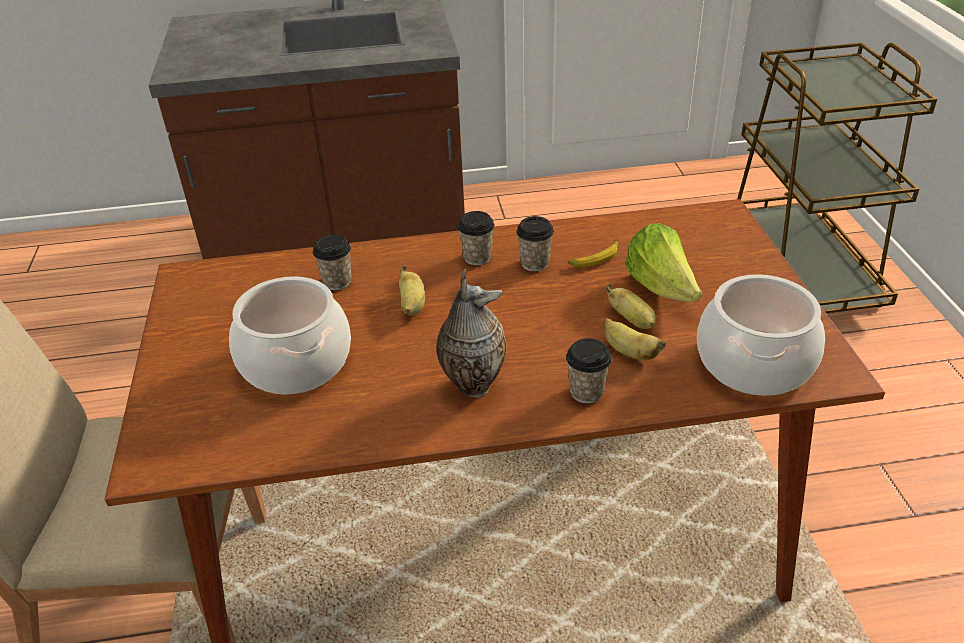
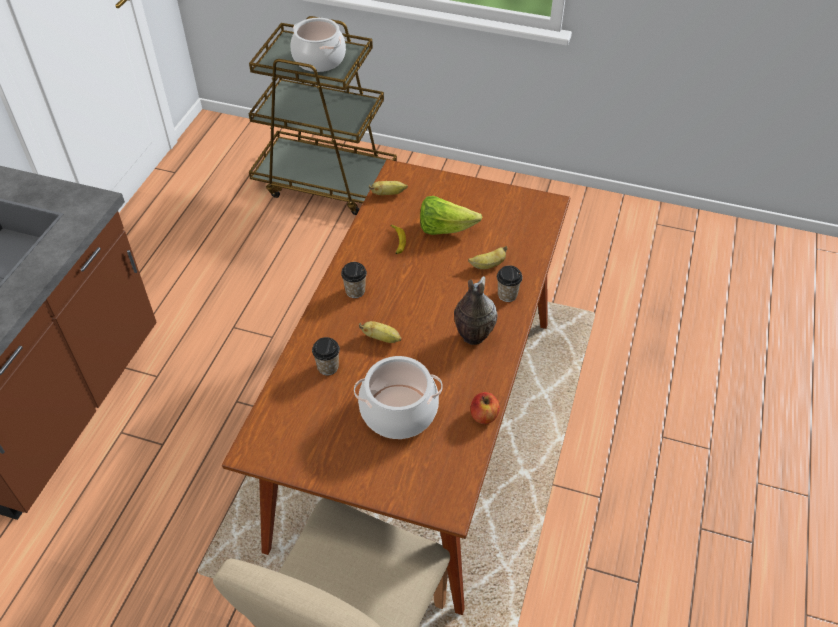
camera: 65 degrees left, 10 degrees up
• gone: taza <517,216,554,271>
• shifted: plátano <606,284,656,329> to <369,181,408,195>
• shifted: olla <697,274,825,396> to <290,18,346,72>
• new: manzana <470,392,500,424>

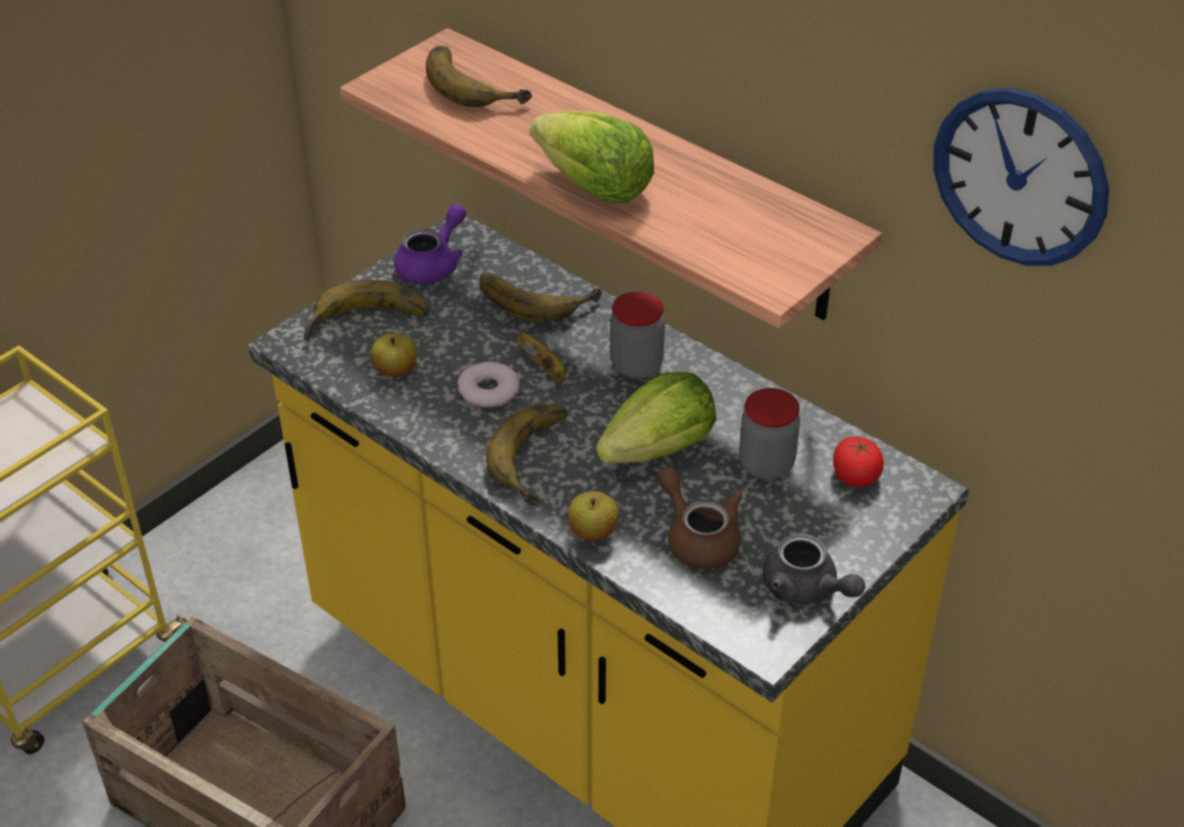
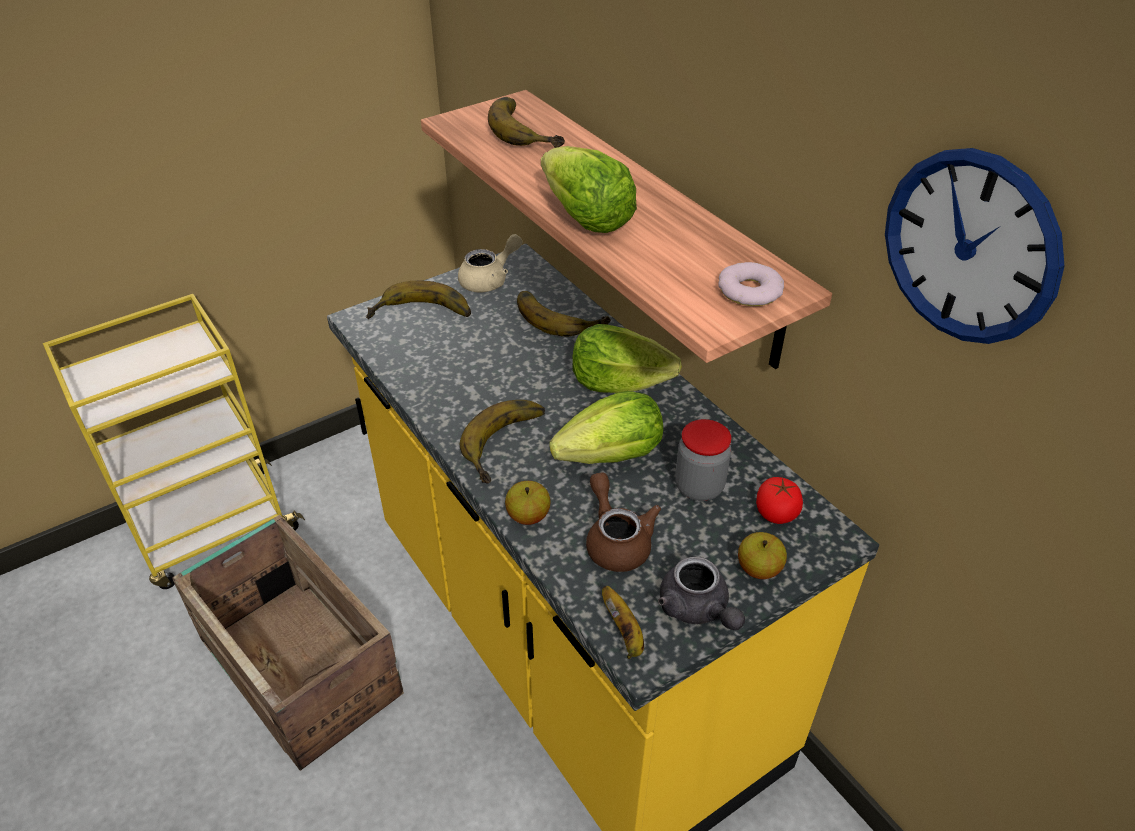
camera: 15 degrees right, 0 degrees up
• shifted: manzana <371,333,417,377> to <738,532,787,579>
• repainted: tetera (morado) <394,204,466,284> to tetera (beis) <458,234,522,293>
• shifted: rosquilla <458,362,520,408> to <718,262,784,306>
• shifted: plátano <517,332,566,381> to <602,586,644,659>
• swapped: tarro <610,292,665,379> to lechuga <572,324,682,393>

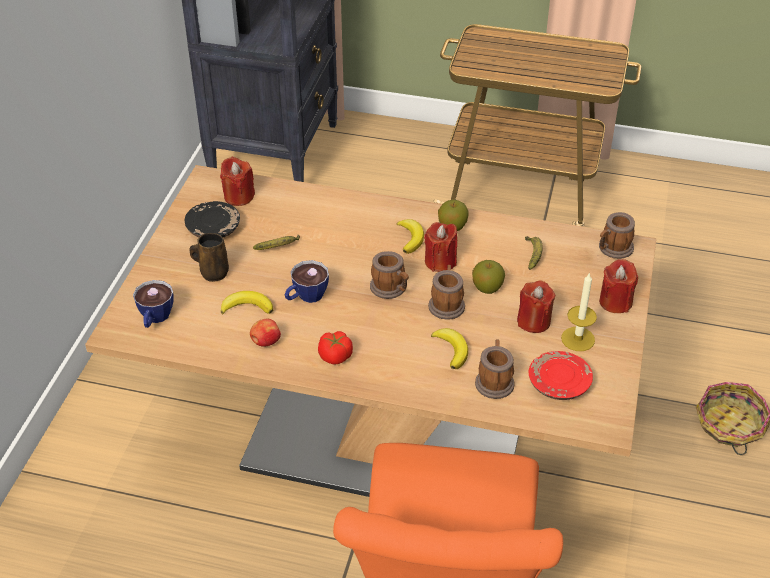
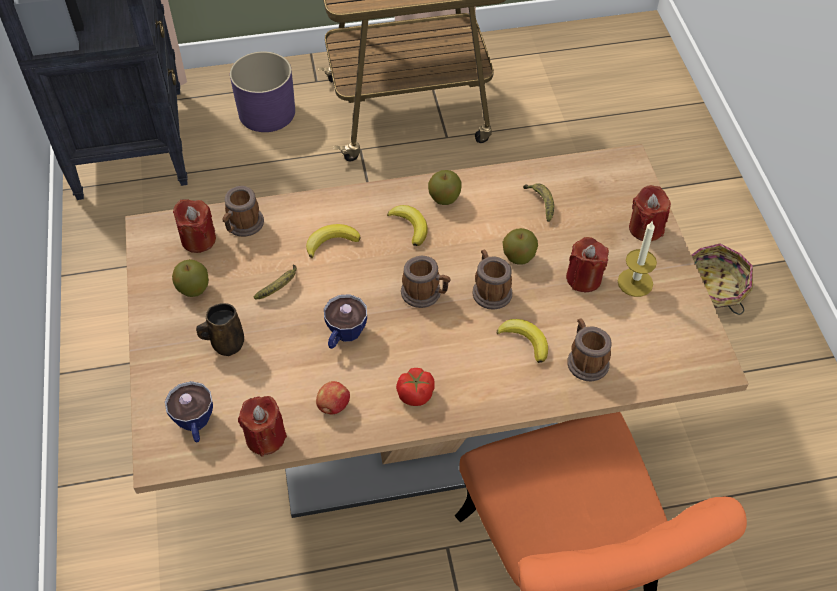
camera: 25 degrees left, 10 degrees up
• swapped: plato (negro) <185,201,240,238> to manzana <172,259,209,297>
• shifted: plátano <221,291,273,314> to <306,224,360,258>
• shifted: vela (rojo) <424,222,457,272> to <238,396,287,457>
• gone: plato (rojo) <529,351,593,400>
• shifted: taza grande <599,212,635,259> to <222,186,264,237>
• new: maceta (morado) <230,51,295,132>

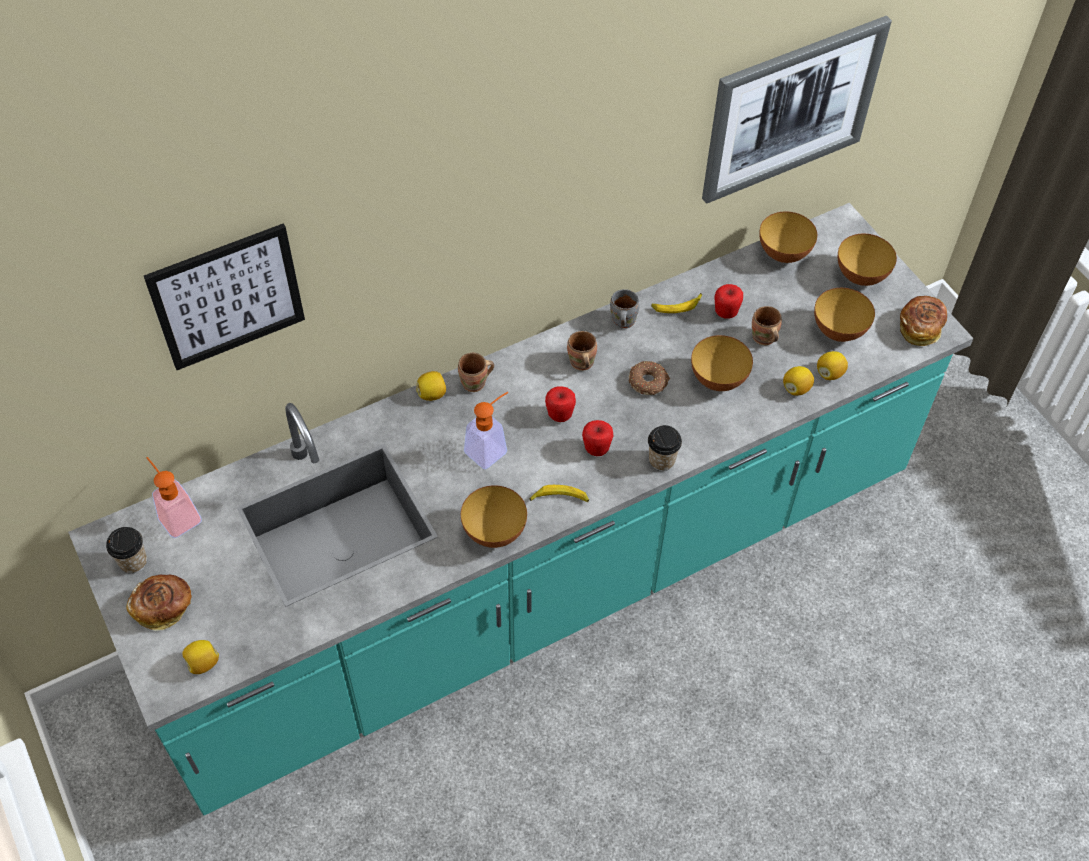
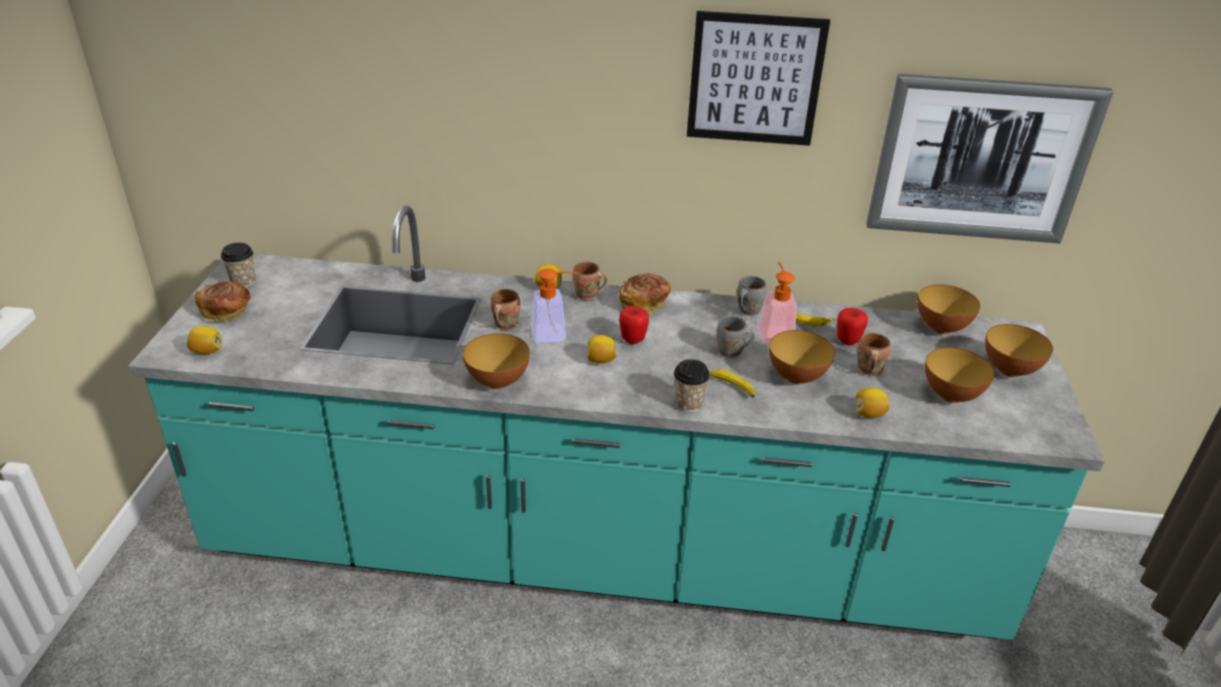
camera: 35 degrees right, 20 degrees down
• shifted: cuadro <144,223,305,370> to <687,11,830,146>
• shifted: dispensador de jabón <147,457,202,538> to <758,261,797,345>
• shifted: plátano <529,485,589,502> to <709,369,755,398>
• shifted: taza grande (marrón) <567,331,597,371> to <490,289,521,330>
• gone: manzana <582,420,613,456>
• swapped: rosquilla <629,361,670,395> to taza grande (gris) <717,316,754,358>
• shifted: limón <817,351,848,380> to <587,335,617,363>
• shifted: pan <900,296,947,346> to <619,274,671,314>

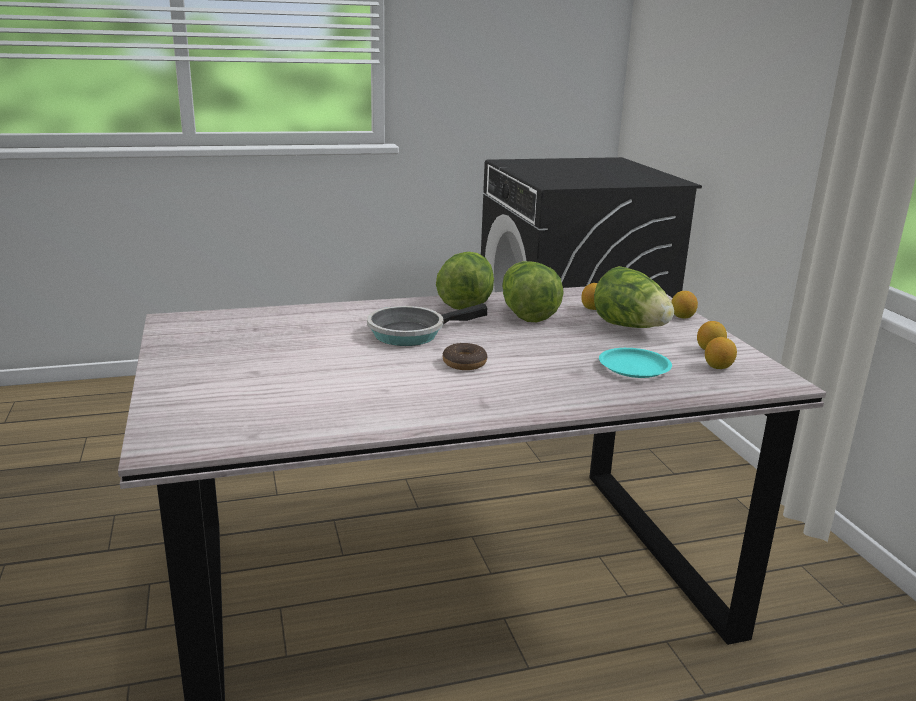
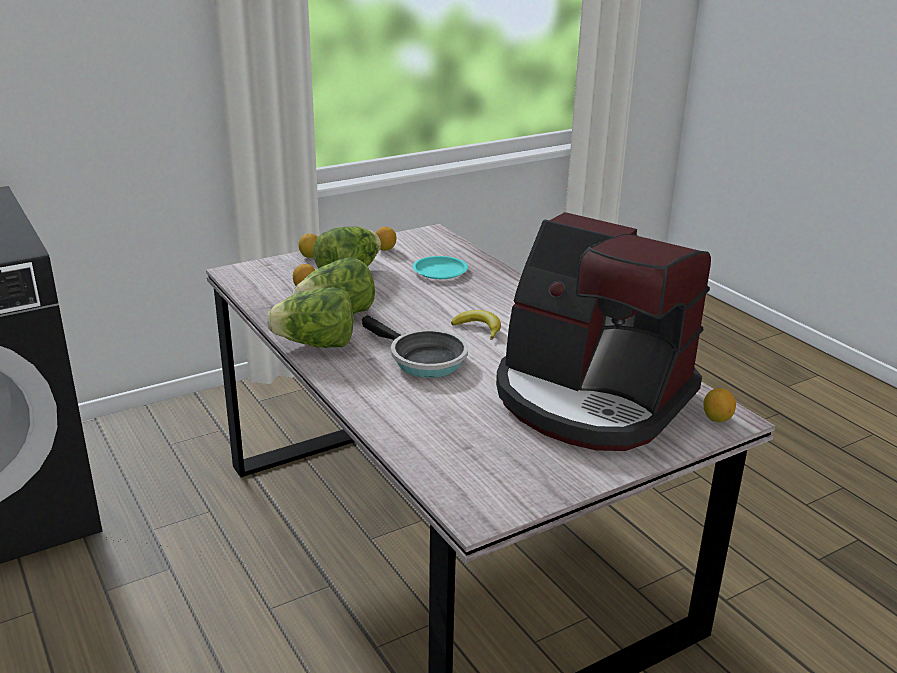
camera: 105 degrees left, 5 degrees up
• swapped: rosquilla <442,343,487,370> to plátano <451,310,501,340>
• shifted: limón <705,337,737,369> to <703,388,736,422>
• new: cafetera <496,212,711,451>

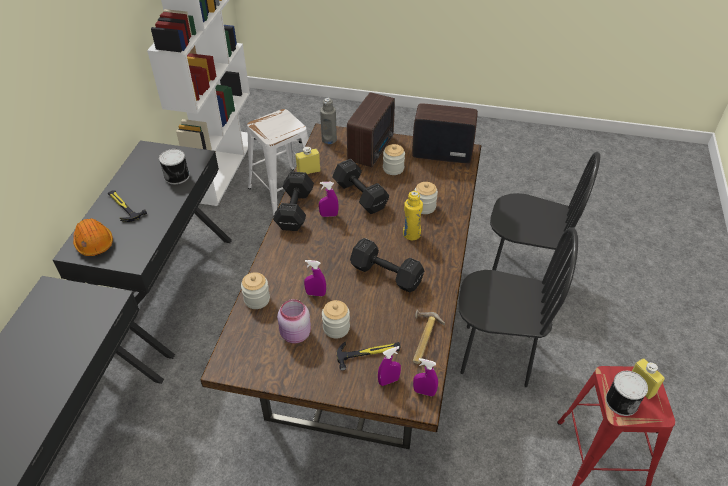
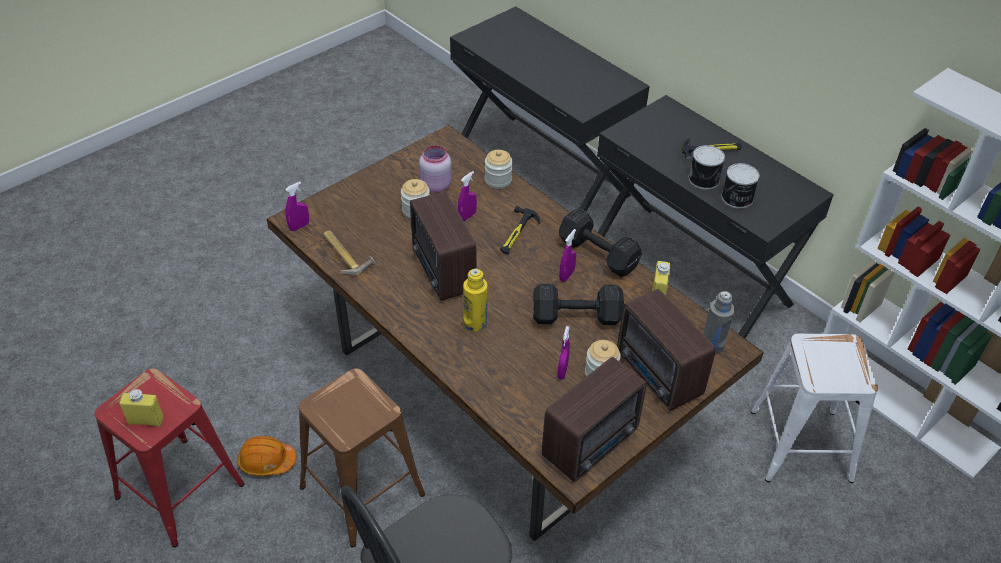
camera: 125 degrees right, 0 degrees up
• shifted: casco (naranja) <73,218,113,256> to <237,436,297,476>
• shifted: martillo <337,341,401,371> to <500,206,540,254>
• swapped: mancuerna (negro) <350,238,424,293> to radio <410,191,477,301>
• shifted: pulverizador (morado) <378,346,401,386> to <557,326,570,380>
• gone: tarro <414,182,438,214>
• swapped: silla (negro) <458,227,578,387> to taburete (marrón) <299,368,425,548>
• shifted: lata <606,371,648,416> to <688,145,725,190>

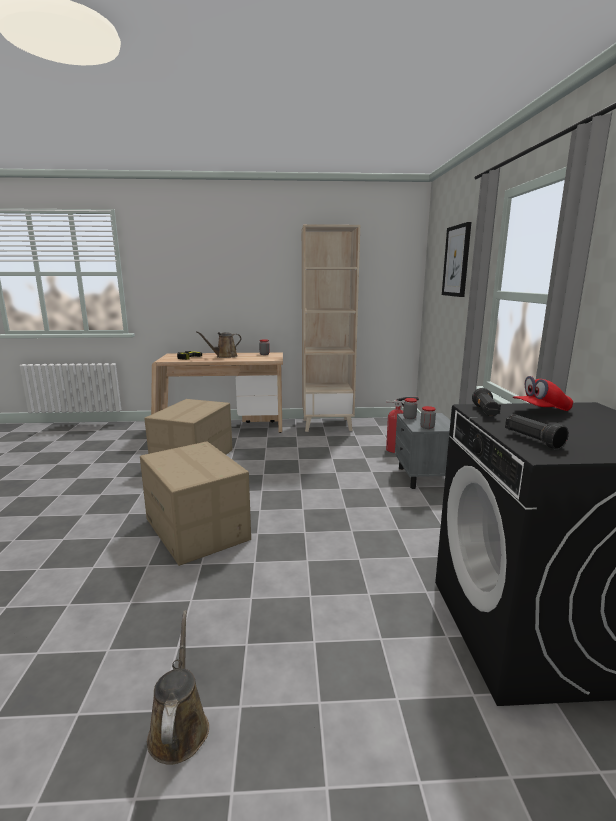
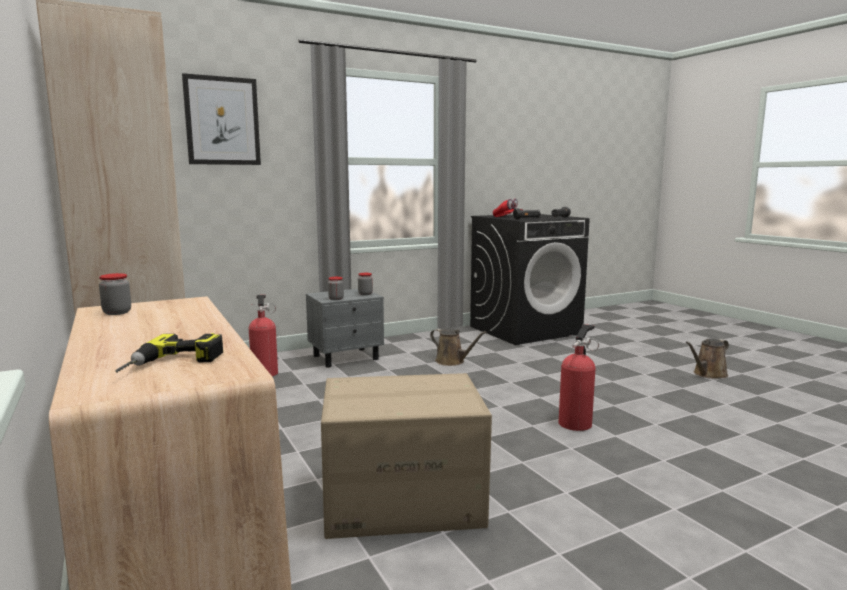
camera: 115 degrees left, 5 degrees down
• swapped: caja de cartón <140,441,251,566> to extintor <559,324,599,431>
• shifted: regadera (marrón) <196,331,242,358> to <430,328,487,366>

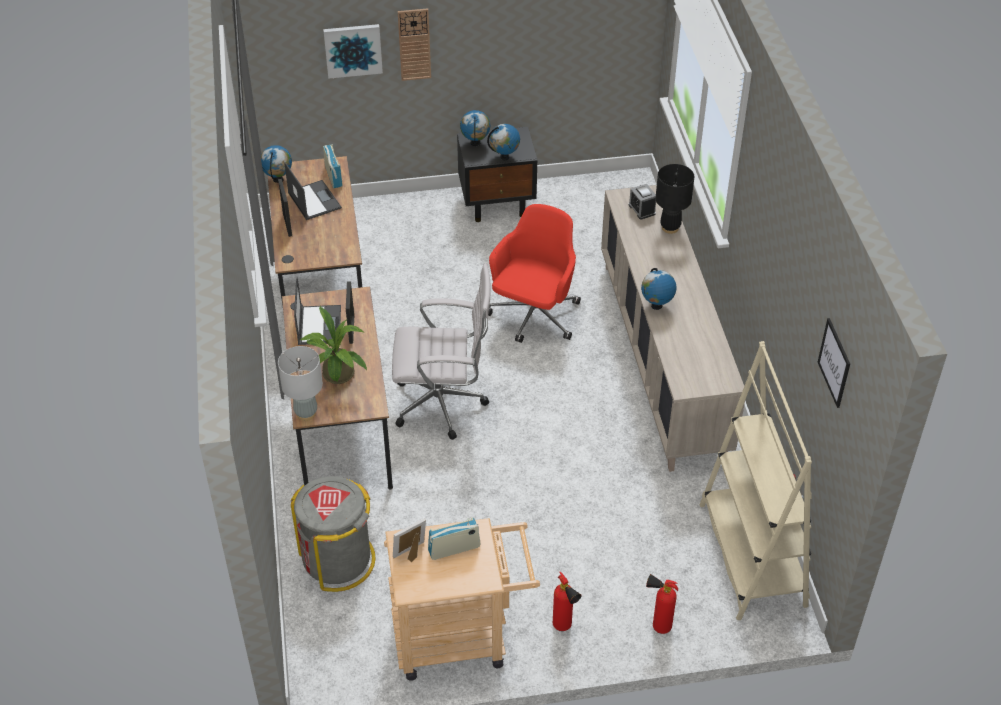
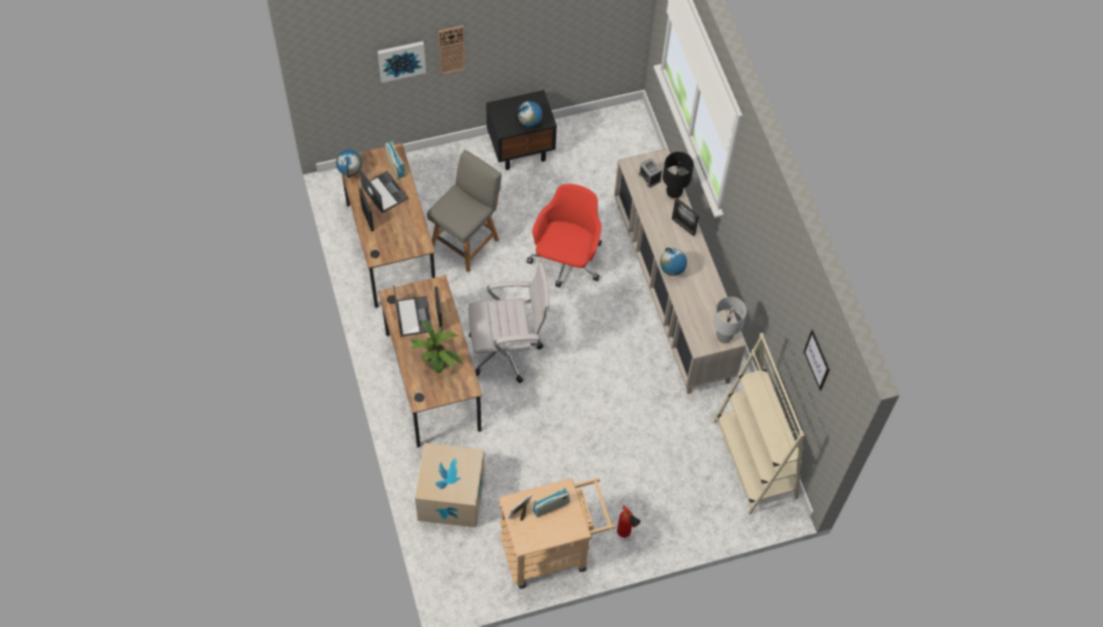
camera: 10 degrees left, 15 degrees up
• shifted: lámpara de mesa (gris) <278,346,323,421> to <713,297,747,344>
• swapped: papelera (gris) <291,476,375,592> to caja de cartón <415,443,485,528>
• gone: globo terráqueo <460,110,490,146>
• gone: extintor <646,574,678,634>
• new: silla (gris) <427,150,502,273>
• new: portarretratos <672,198,699,236>

